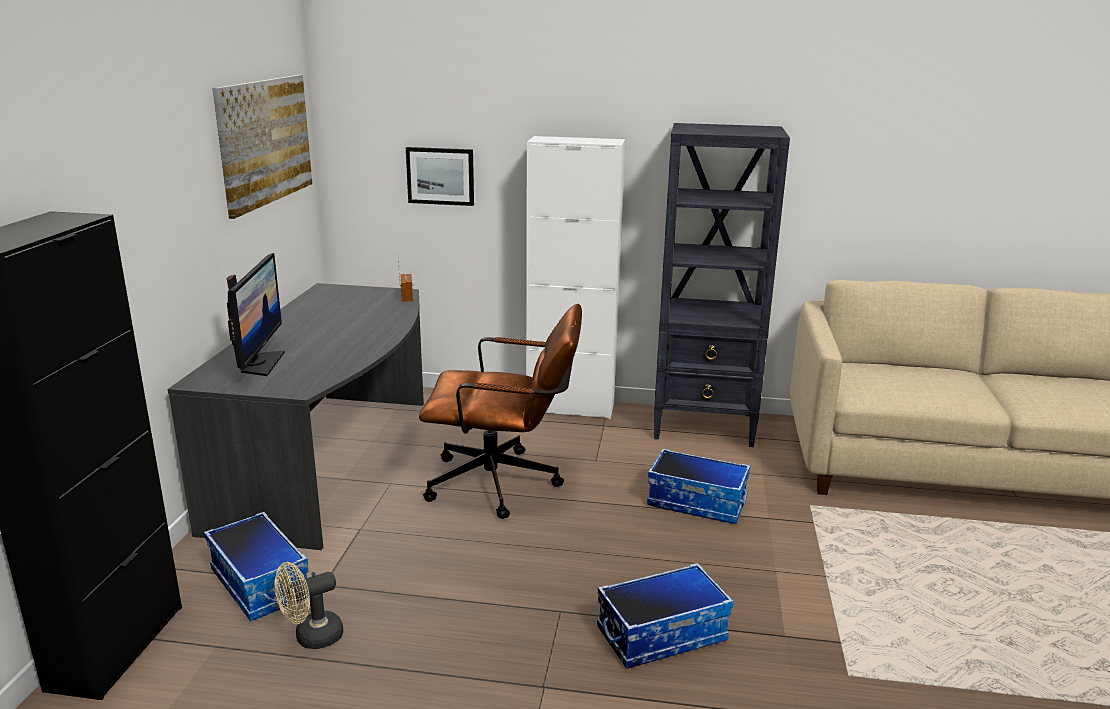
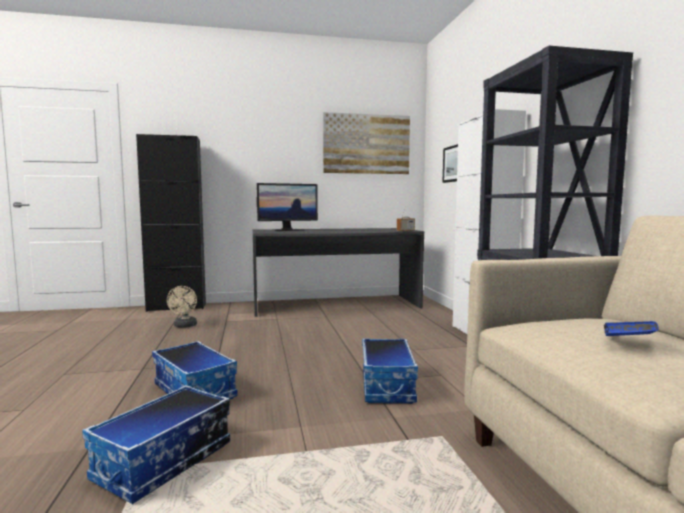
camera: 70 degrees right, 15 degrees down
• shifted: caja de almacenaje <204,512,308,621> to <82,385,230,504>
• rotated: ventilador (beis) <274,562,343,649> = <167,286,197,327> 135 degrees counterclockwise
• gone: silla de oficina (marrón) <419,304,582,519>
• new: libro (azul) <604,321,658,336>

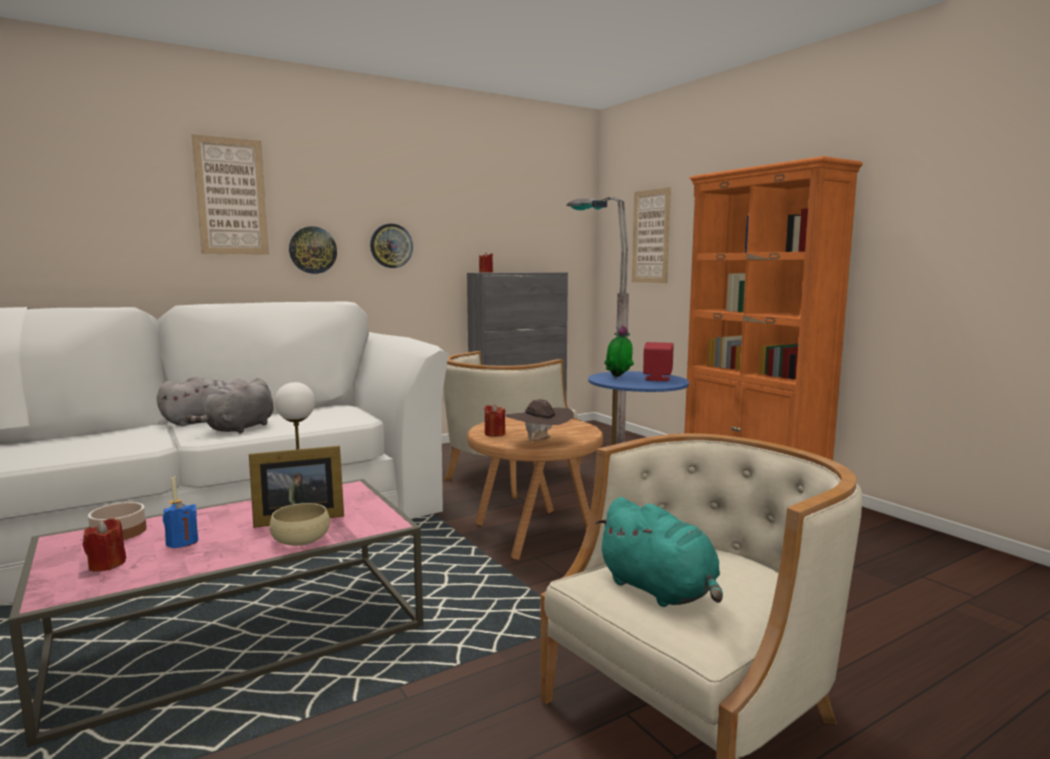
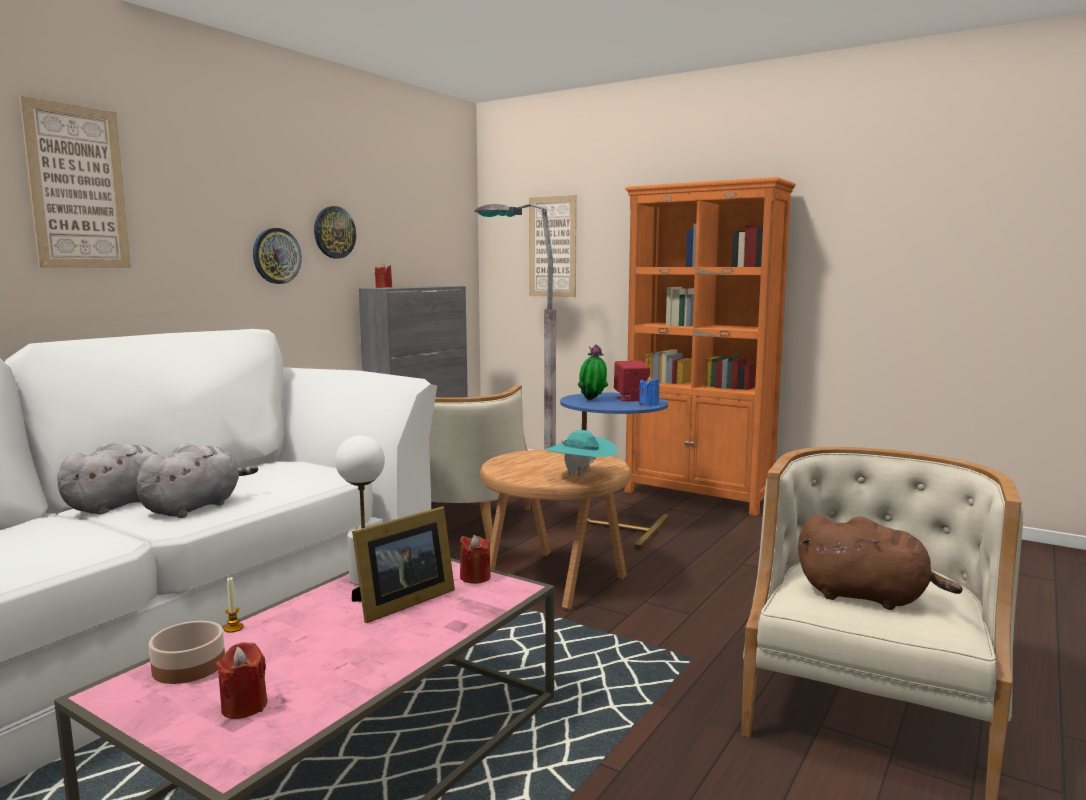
camera: 25 degrees left, 0 degrees up
• shifted: vela (azul) <163,501,198,548> to <639,376,660,406>
• rotated: peluche (gris) <186,378,274,434> = <137,443,258,518> 150 degrees counterclockwise
• gone: cuenco (beis) <269,503,330,546>
• shifted: reloj de pared <289,227,337,274> to <314,206,356,259>
• shifted: vela (rojo) <484,404,505,437> to <460,535,491,584>
• repainted: sombrero (marrón) <506,399,574,441> to sombrero (turquesa) <546,430,617,477>
• repainted: peluche (turquesa) <595,497,723,607> to peluche (marrón) <798,515,963,610>

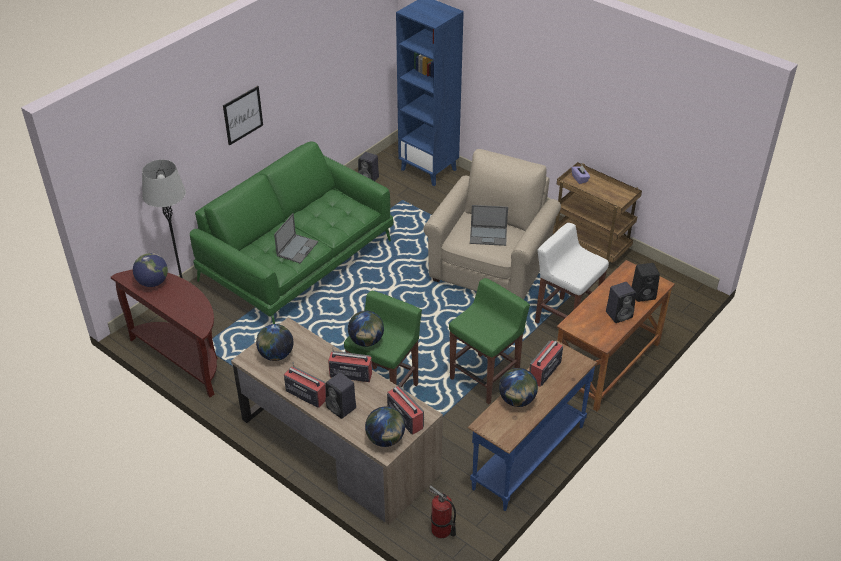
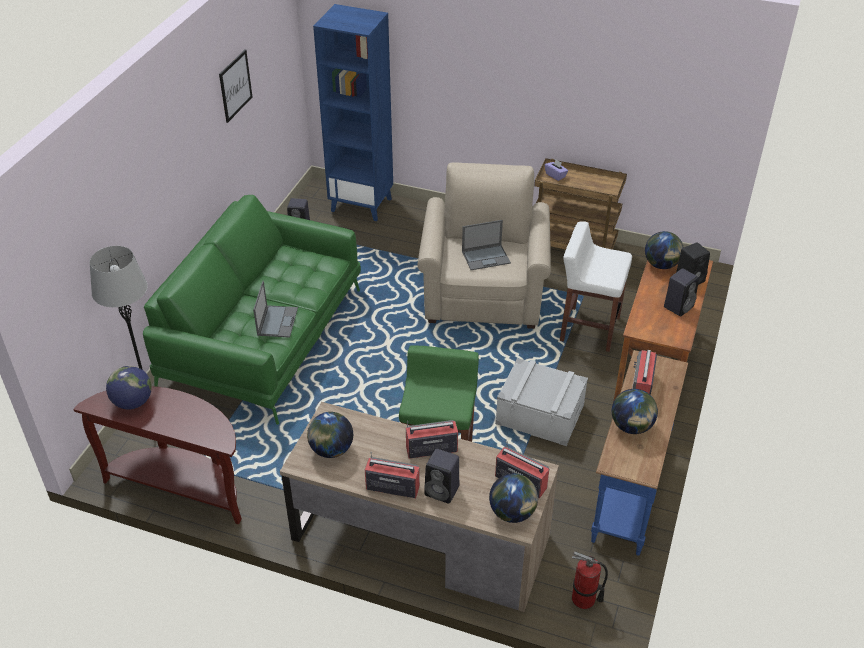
camera: 20 degrees left, 0 degrees up
• shifted: cuadro <223,86,263,146> to <219,49,252,123>
• shifted: globo terráqueo <348,311,384,347> to <645,231,684,269>
• swapped: taburete (verde) <449,278,530,404> to caja de almacenaje (gris) <495,358,588,446>

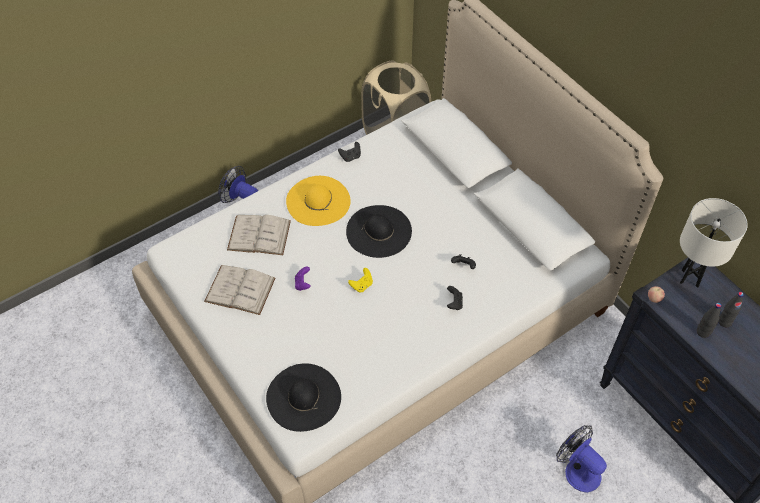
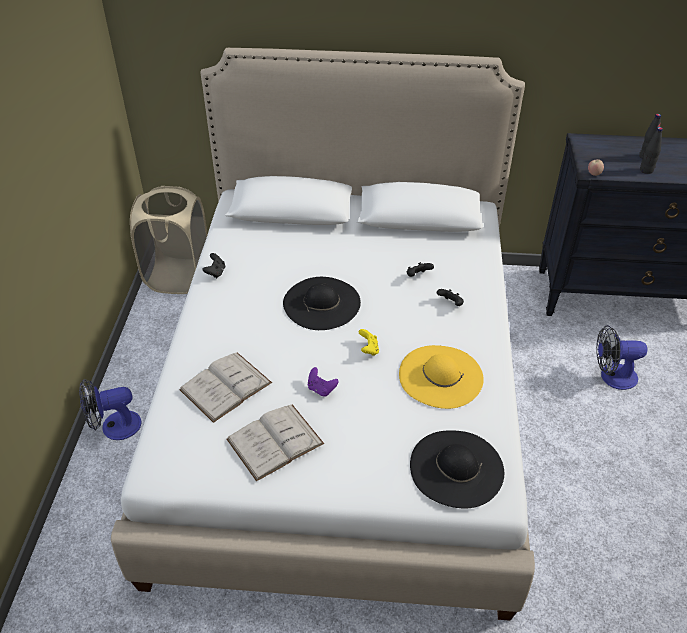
camera: 50 degrees left, 10 degrees down
• shifted: sombrero (amarillo) <286,176,351,226> to <399,345,484,409>
• gone: lámpara de mesa (blanco) <680,198,748,288>

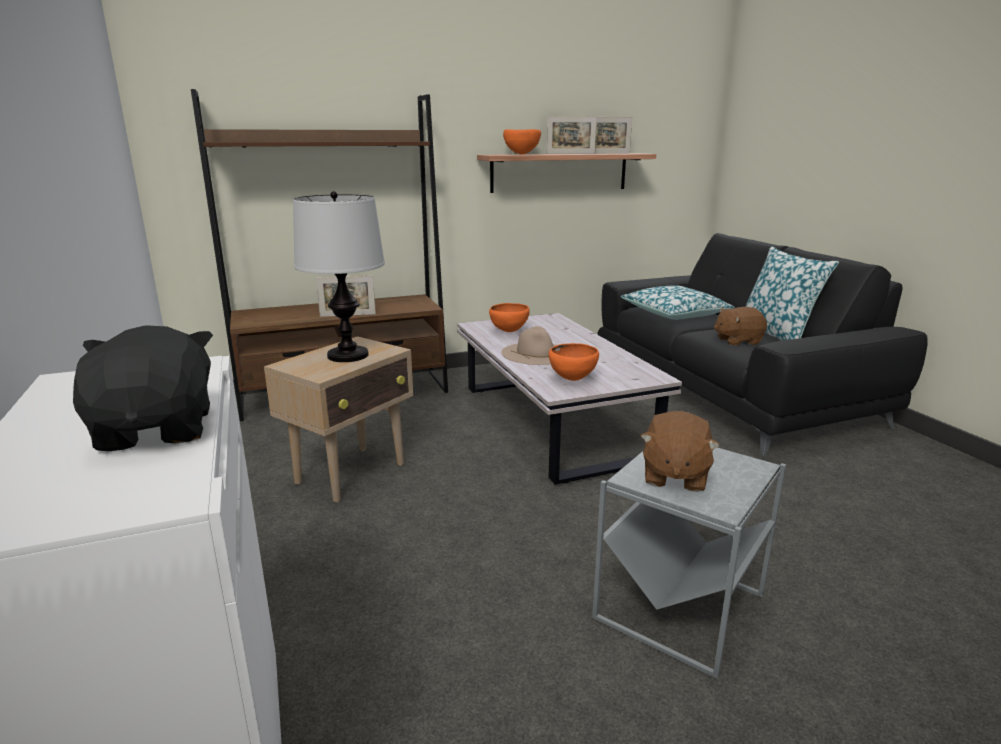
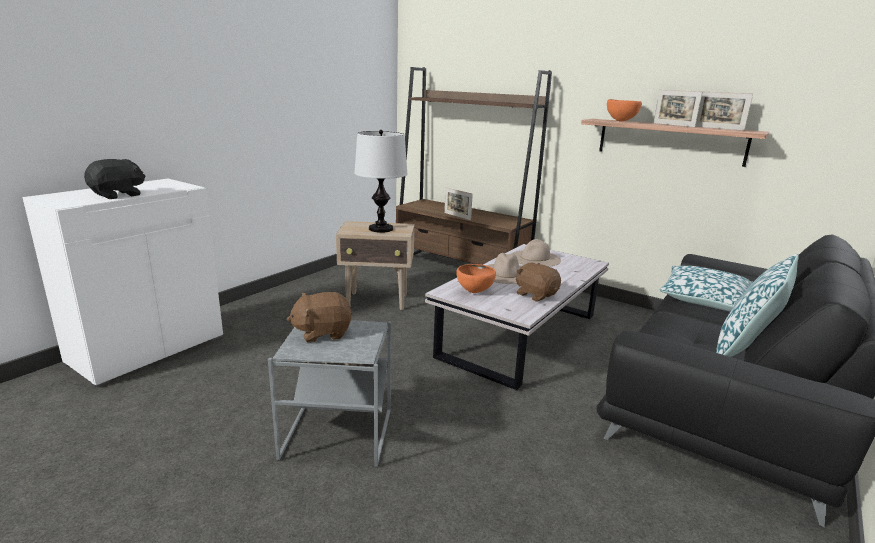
camera: 55 degrees right, 0 degrees up
• swapped: cuenco (naranja) <489,303,530,332> to sombrero (beis) <513,239,561,267>
• shifted: peluche (marrón) <714,307,767,346> to <516,263,561,301>

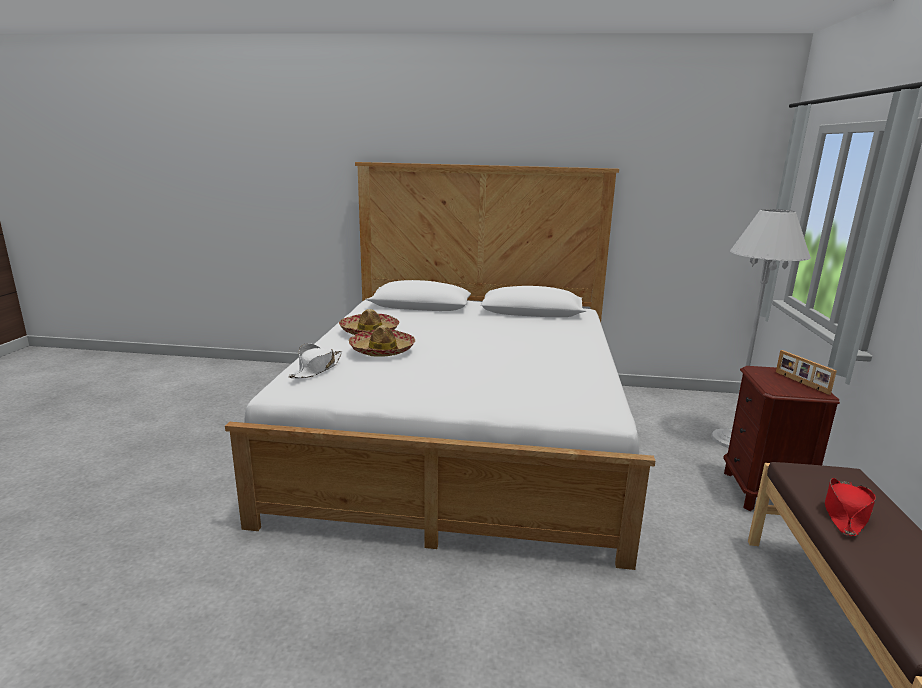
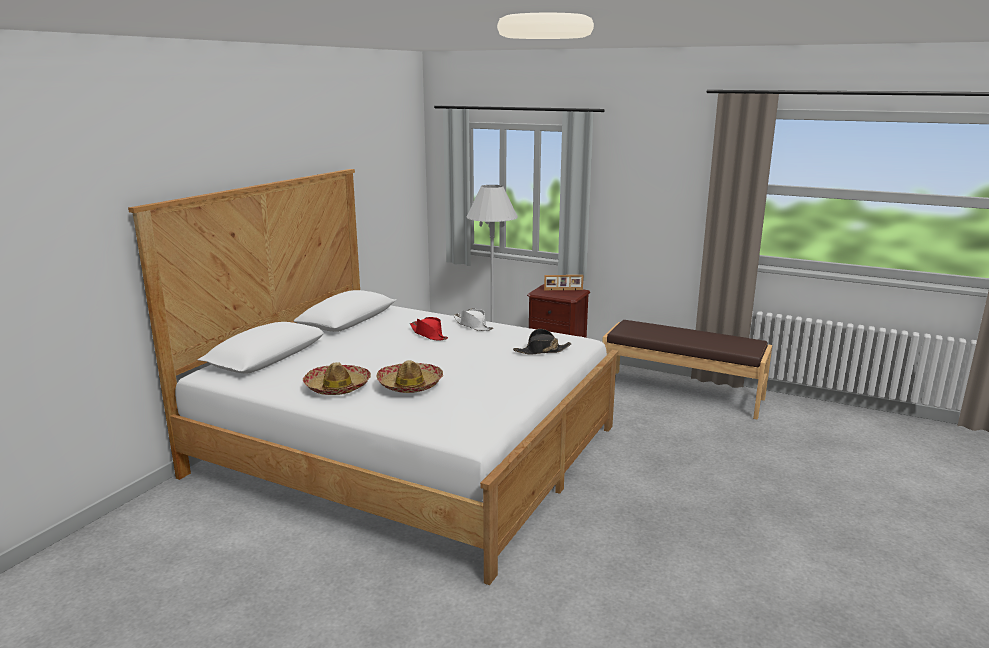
camera: 70 degrees left, 0 degrees up
• shifted: sombrero (blanco) <288,343,342,378> to <453,309,493,331>
• shifted: sombrero (rojo) <825,478,876,536> to <410,317,448,340>
• new: sombrero (negro) <513,329,572,355>

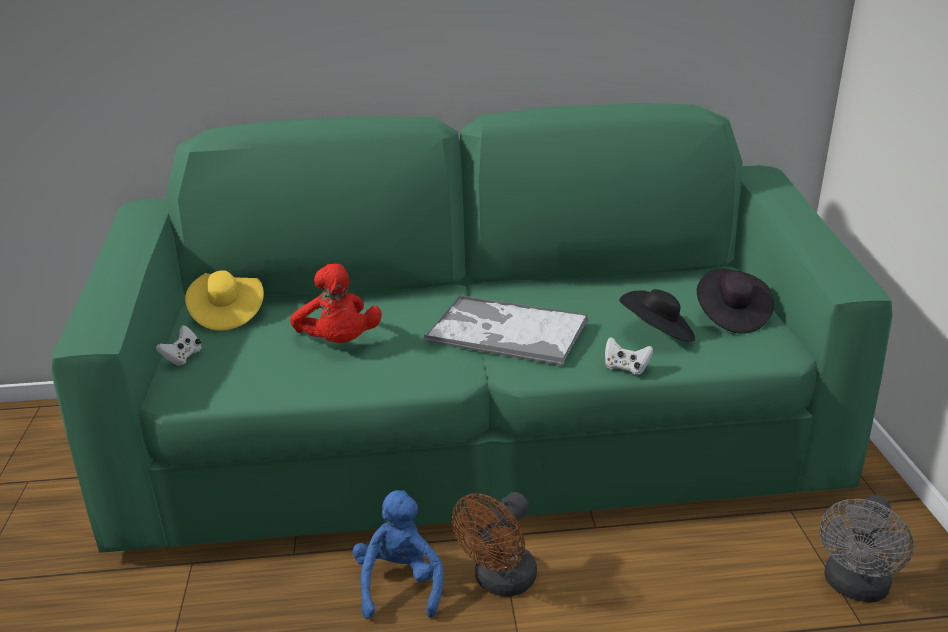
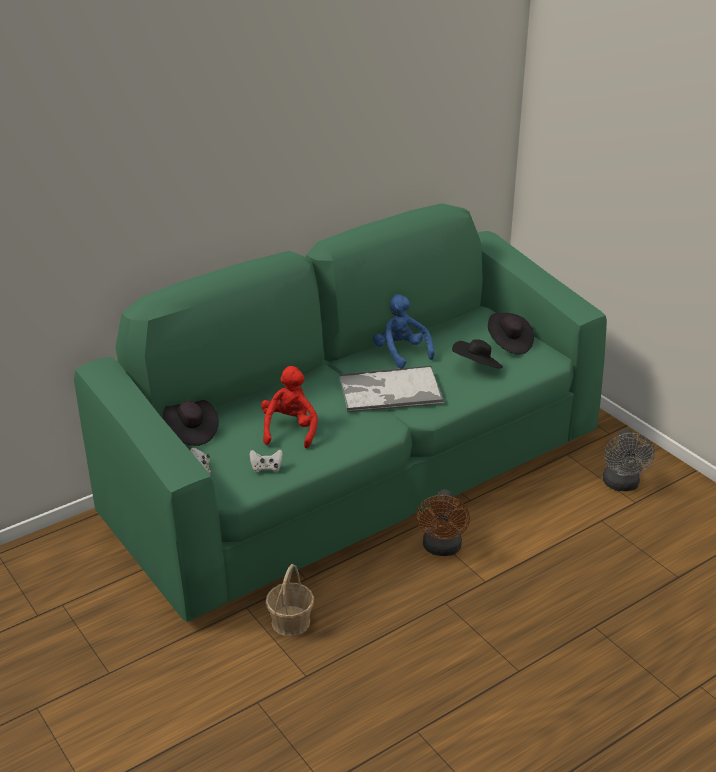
camera: 30 degrees left, 5 degrees up
• repainted: sombrero (amarillo) <185,270,264,331> to sombrero (negro) <163,400,219,446>
• rotated: peluche (rojo) <290,264,382,343> = <261,366,318,448> 120 degrees counterclockwise
• shifted: peluche (azul) <353,490,444,619> to <373,294,435,369>
• shifted: mando de consola (blanco) <605,337,653,375> to <250,449,283,472>
• new: cesta <266,564,314,636>

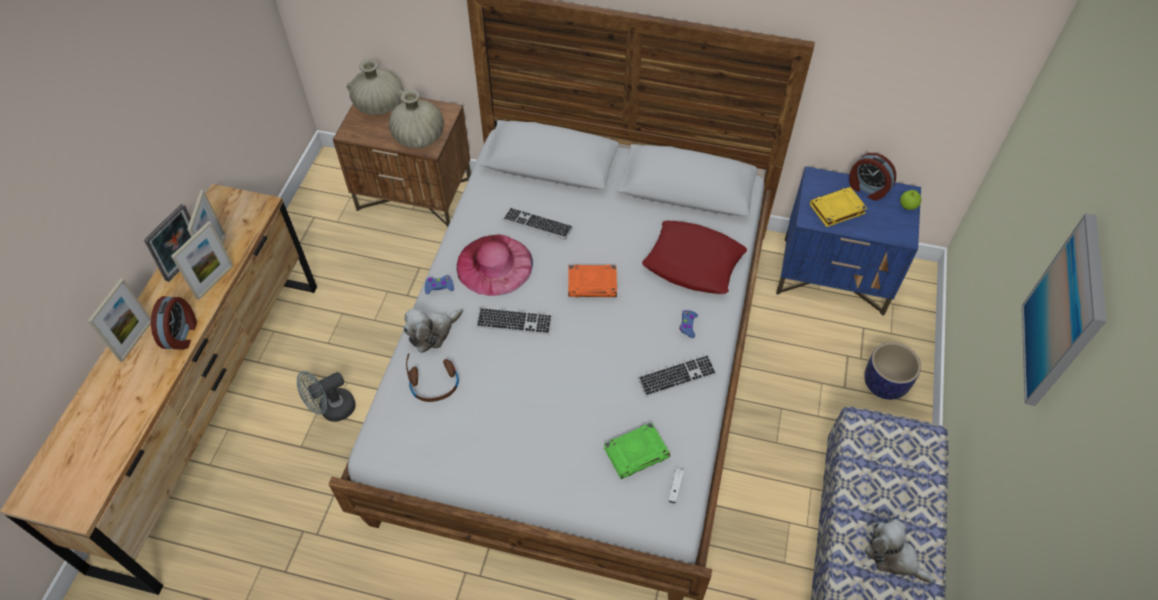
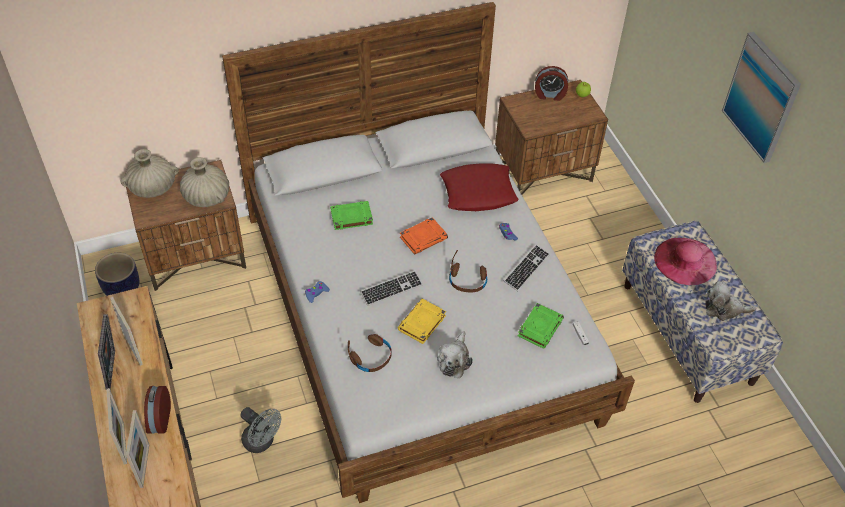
camera: 35 degrees left, 5 degrees down
• rotated: despertador <151,296,197,350> = <144,386,171,434> 150 degrees counterclockwise
• shifted: portarretratos <171,221,233,300> to <126,410,149,488>
• rotated: ventilador (gris) <297,371,355,422> = <240,407,281,453> 75 degrees counterclockwise
• shifted: peluche <403,308,463,353> to <437,331,473,378>
• shifted: sombrero (rosa) <456,235,533,296> to <654,238,717,285>
• swapped: teclado <502,207,573,240> to libro (verde) <330,201,373,230>
• repainted: mesita de noche (azul) <776,166,921,316> to mesita de noche (marrón) <495,80,608,194>
• shifted: libro (amarillo) <810,187,868,227> to <398,299,446,344>
• shifted: maceta <864,342,921,400> to <95,253,139,296>
• new: auriculares (marrón) <449,250,487,293>

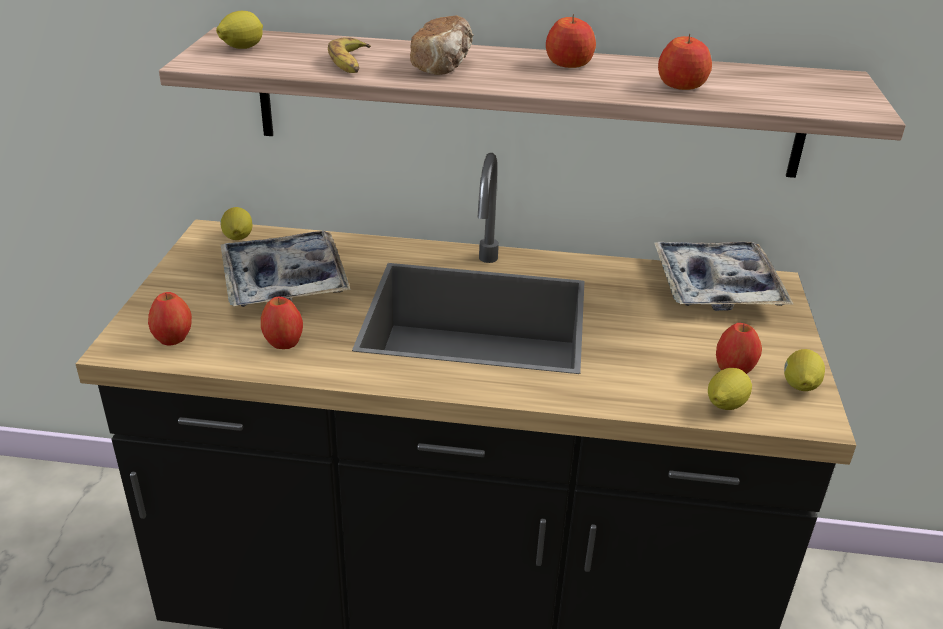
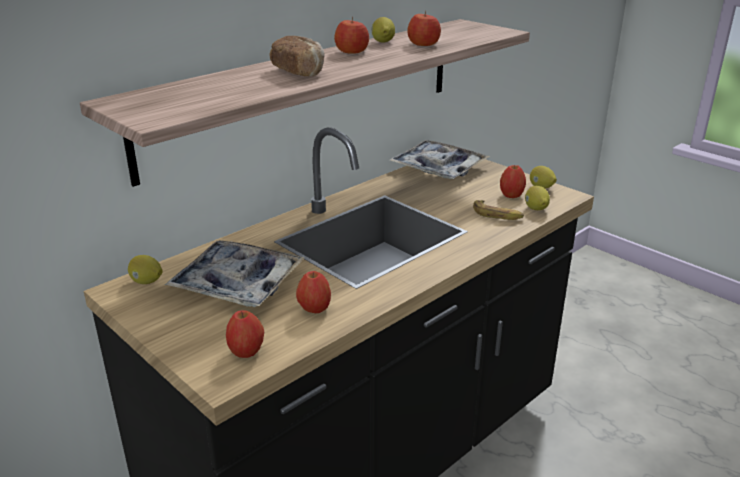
camera: 50 degrees left, 5 degrees down
• shifted: limón <216,11,263,49> to <371,17,395,43>
• shifted: plátano <328,37,371,73> to <473,200,524,220>

